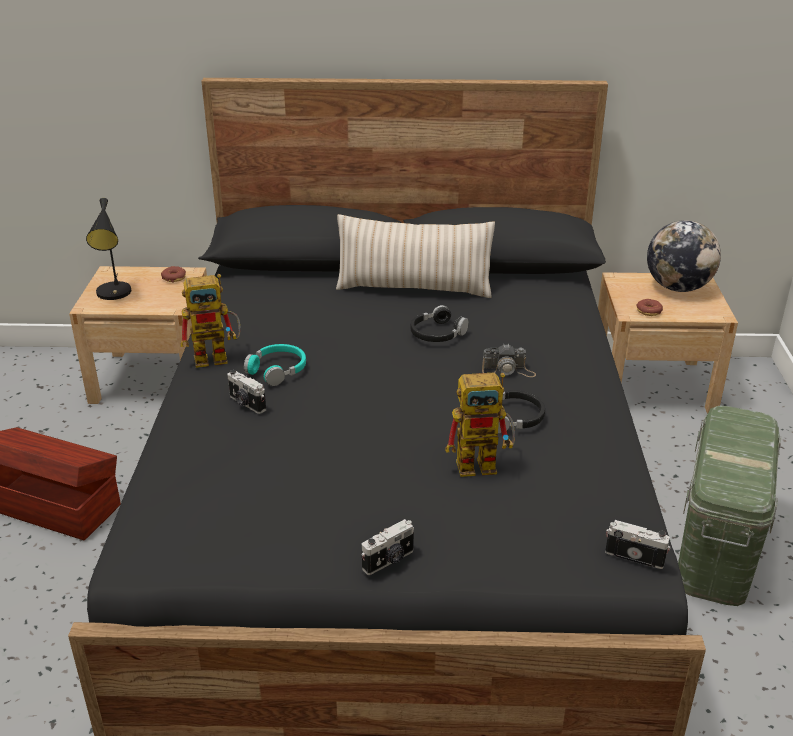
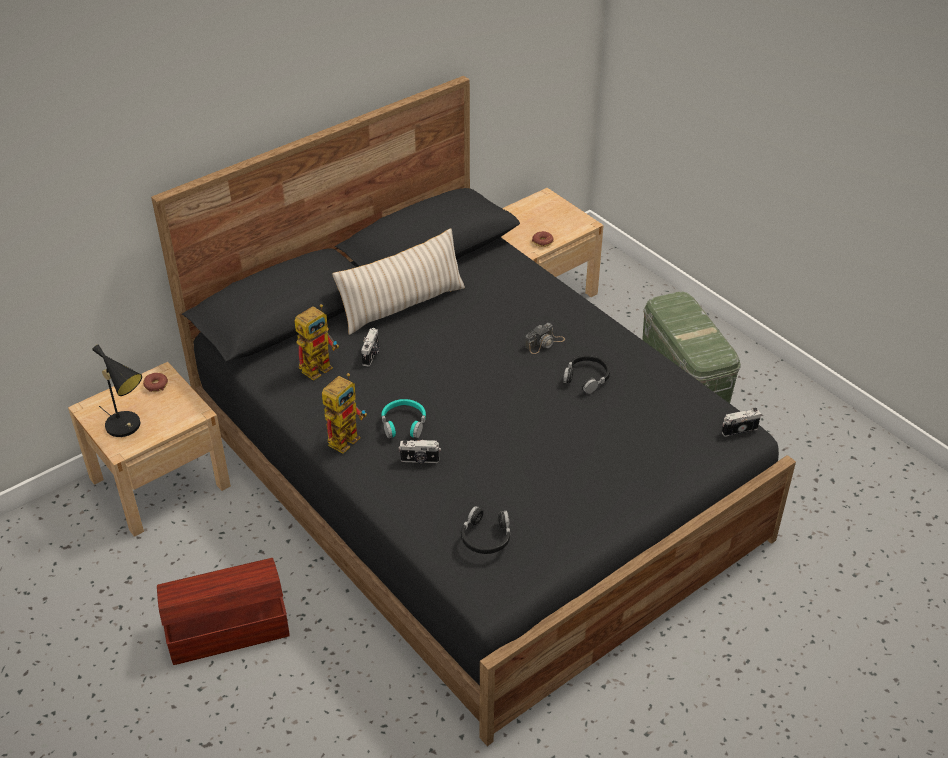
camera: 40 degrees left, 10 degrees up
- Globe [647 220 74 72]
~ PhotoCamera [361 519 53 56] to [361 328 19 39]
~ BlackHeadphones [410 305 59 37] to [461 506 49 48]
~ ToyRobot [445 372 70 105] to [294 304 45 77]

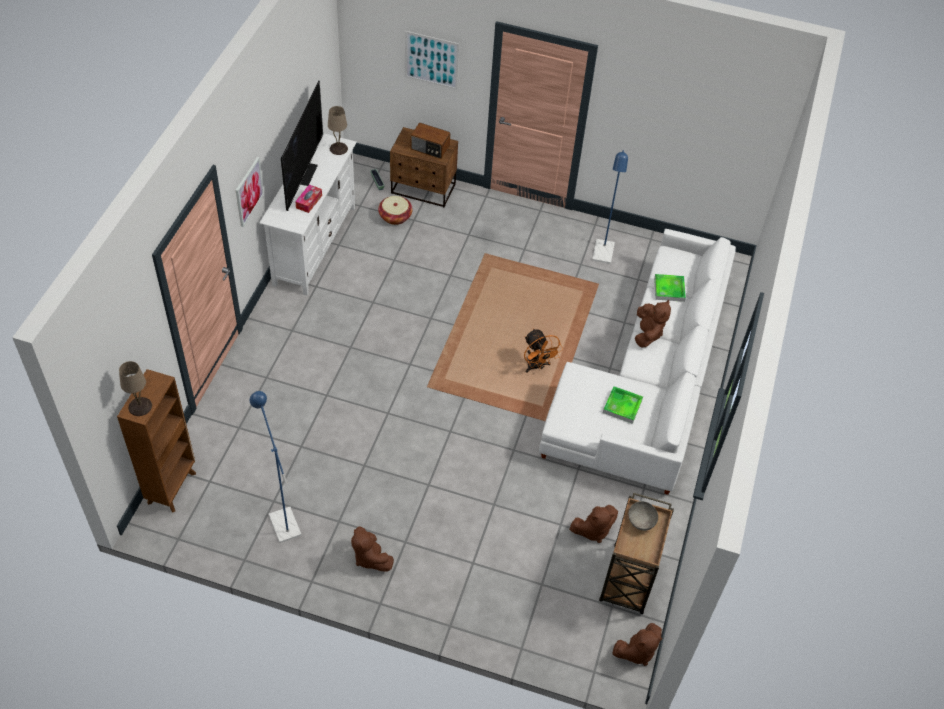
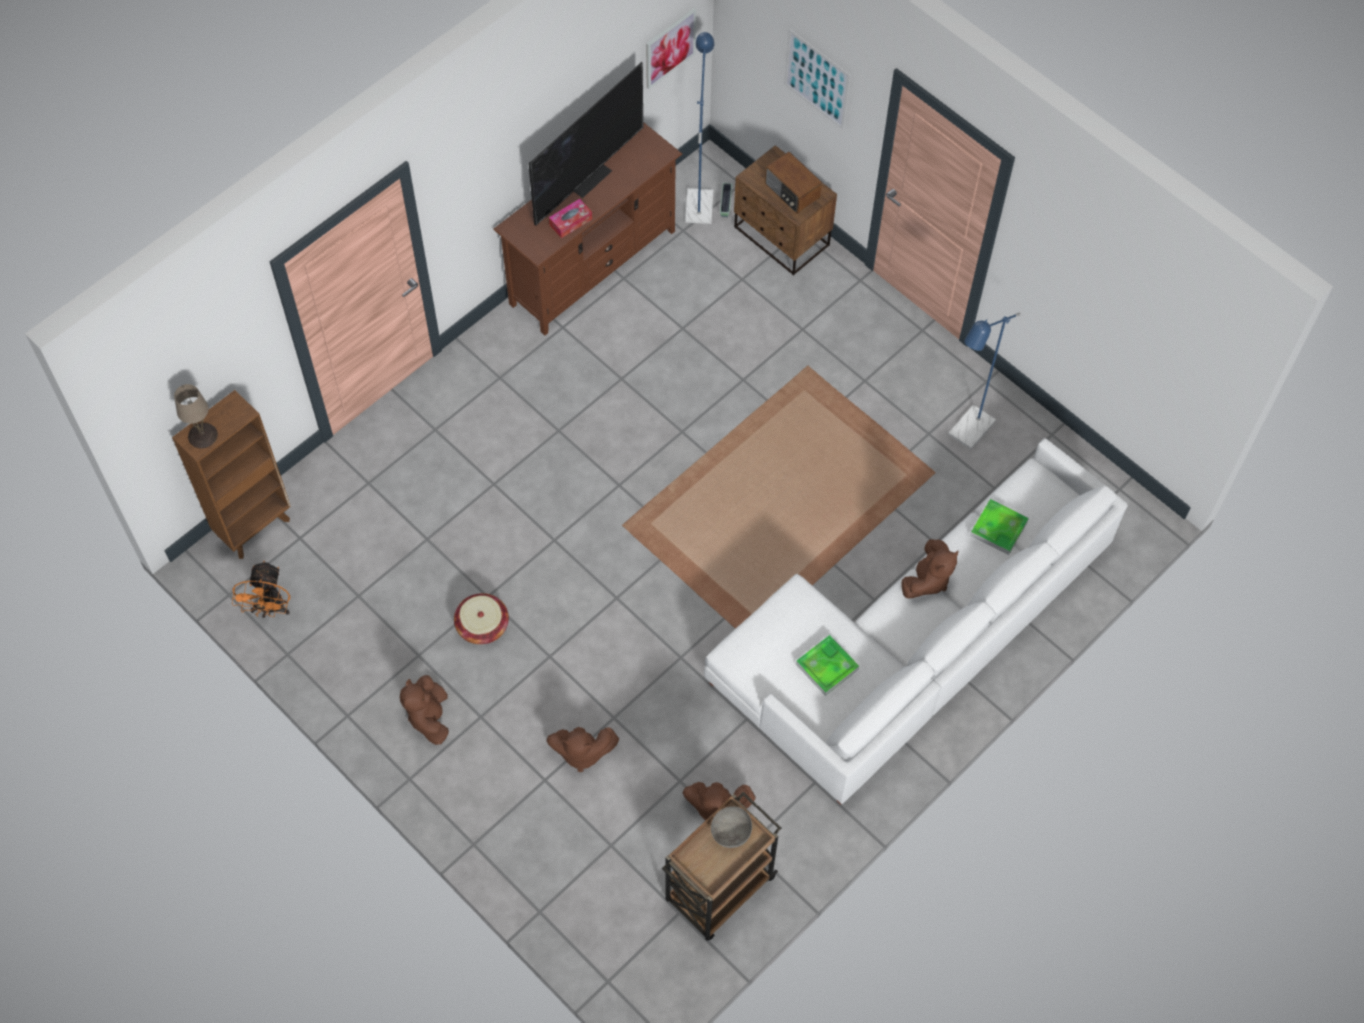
camera: 30 degrees right, 10 degrees up
- BeigeTableLamp [328 106 20 49]
~ Picture [236 157 28 70] to [646 8 50 81]
~ BlueFloorLamp [250 391 51 152] to [685 32 29 192]
~ Basket [378 196 35 29] to [454 593 55 52]
~ OrangeFan [524 328 38 44] to [232 561 58 57]
~ BrownPlushToy [612 623 50 43] to [546 727 73 45]
~ WhiteTvStand [259 133 98 162] to BrownTvStand [493 122 189 213]

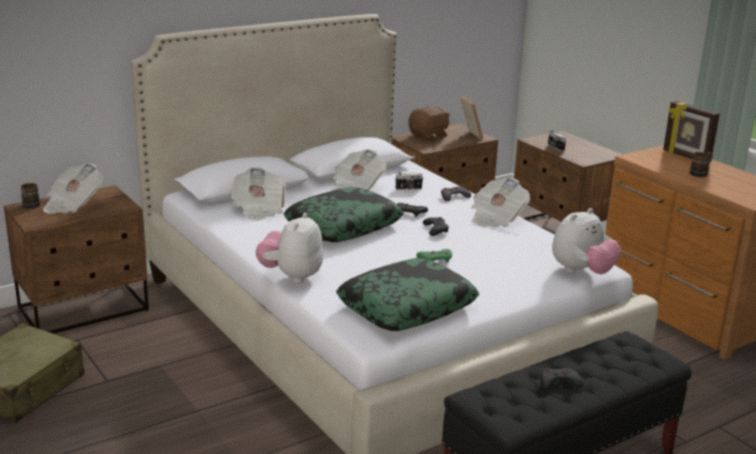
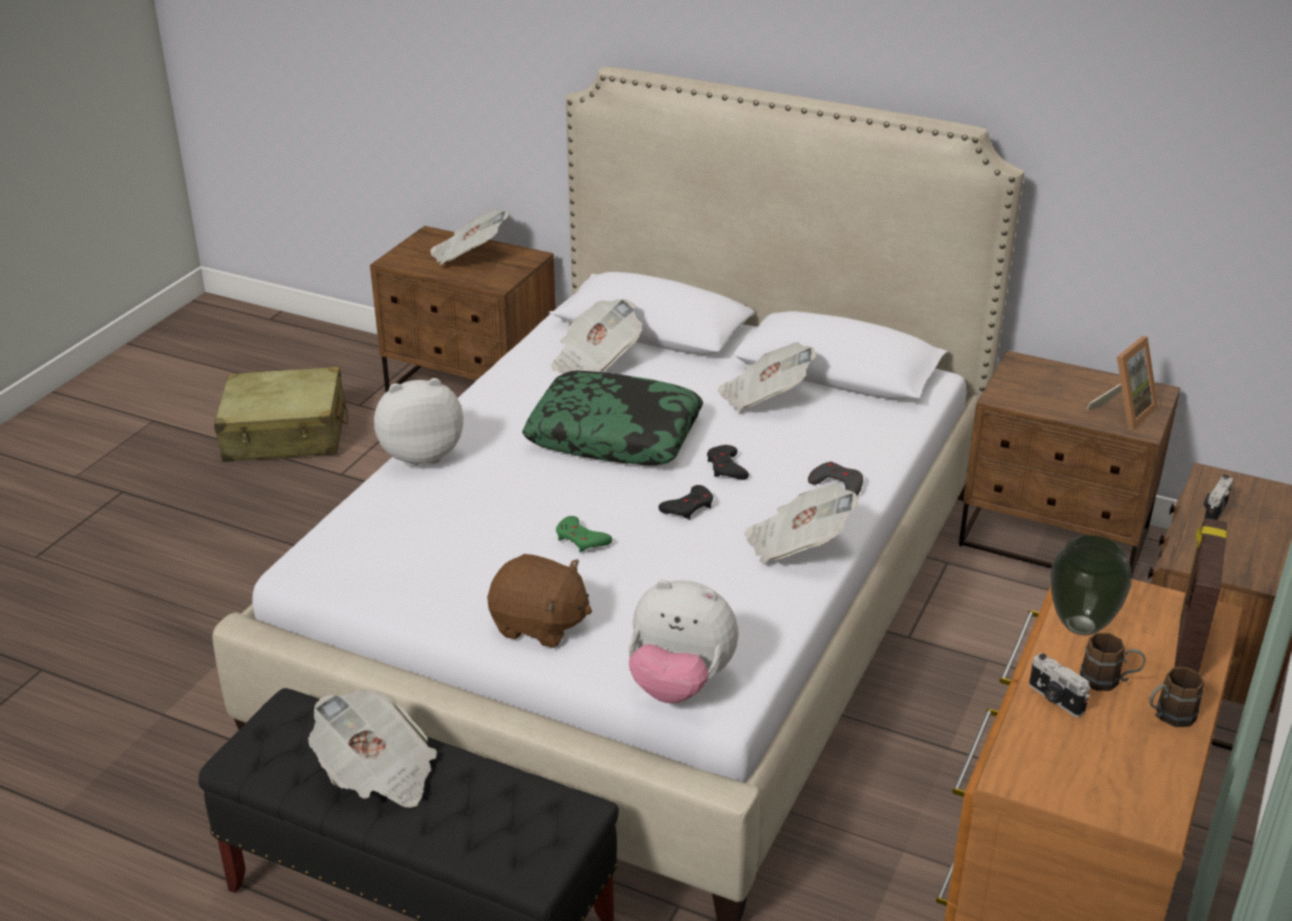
camera: 60 degrees right, 10 degrees up
- Pillow [336 258 143 73]
+ Vase [1051 535 81 100]
~ BrownMug [21 183 19 26] to [1150 667 54 60]
~ PhotoCamera [395 172 28 18] to [1029 653 61 64]
~ BrownPlushToy [408 106 42 35] to [487 554 105 94]
~ BlackGameController [541 368 42 22] to Newspaper [308 689 129 119]

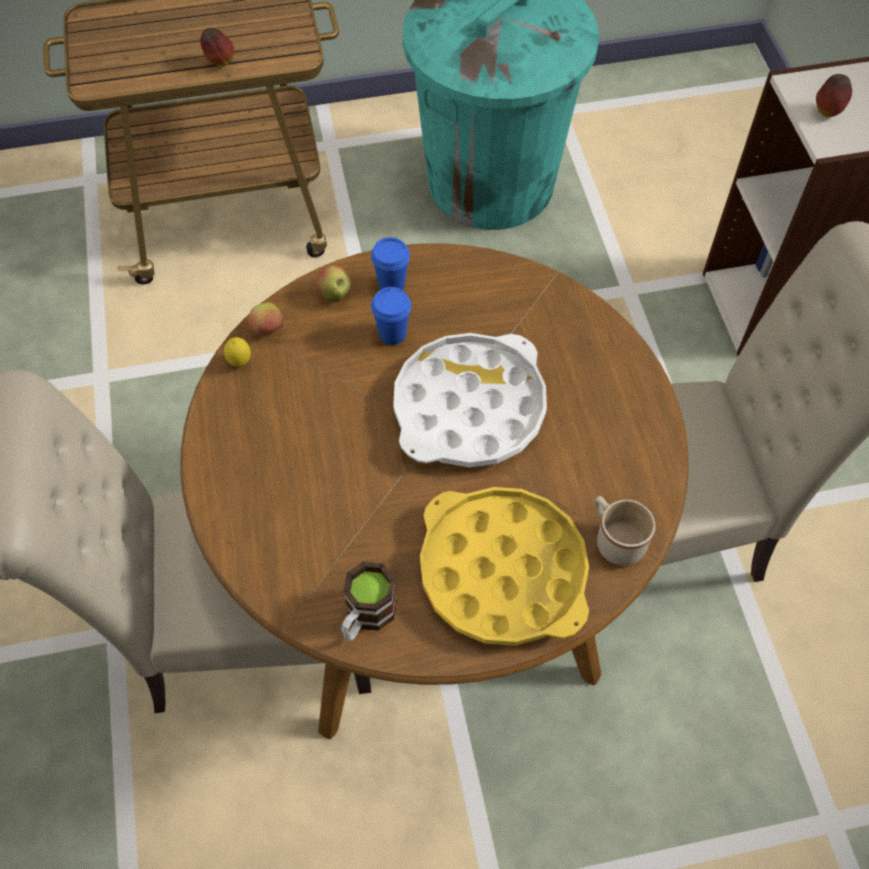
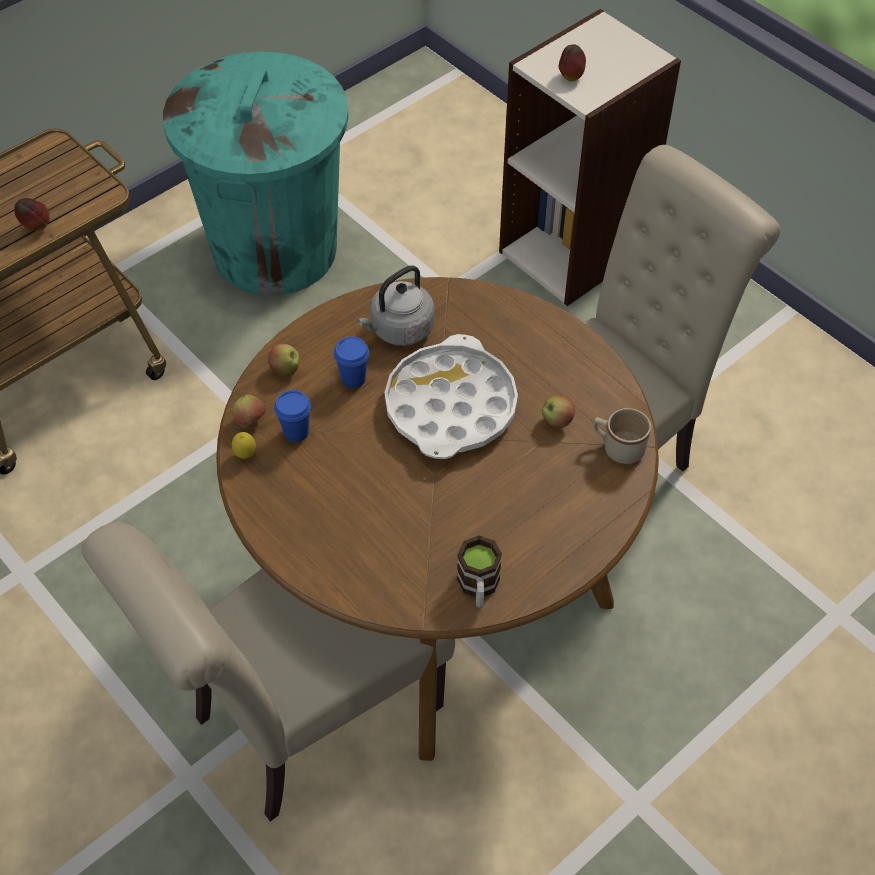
camera: 30 degrees left, 5 degrees down
- YellowTray [420 487 169 159]
+ GreyKettle [357 265 78 81]
+ Apple [542 395 33 33]
~ BlueCup [371 237 39 53] to [274 390 37 52]

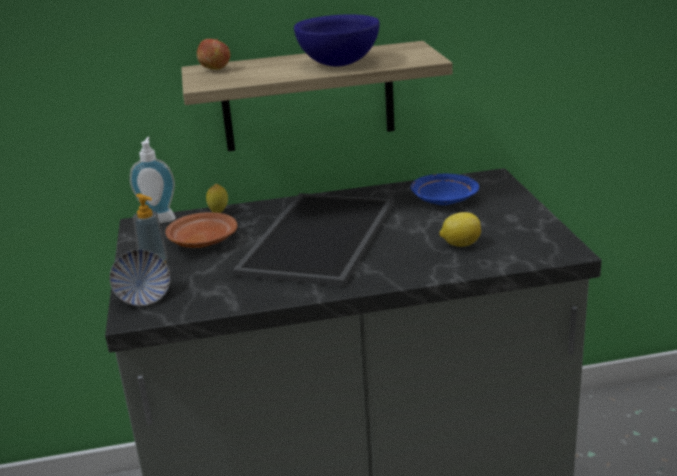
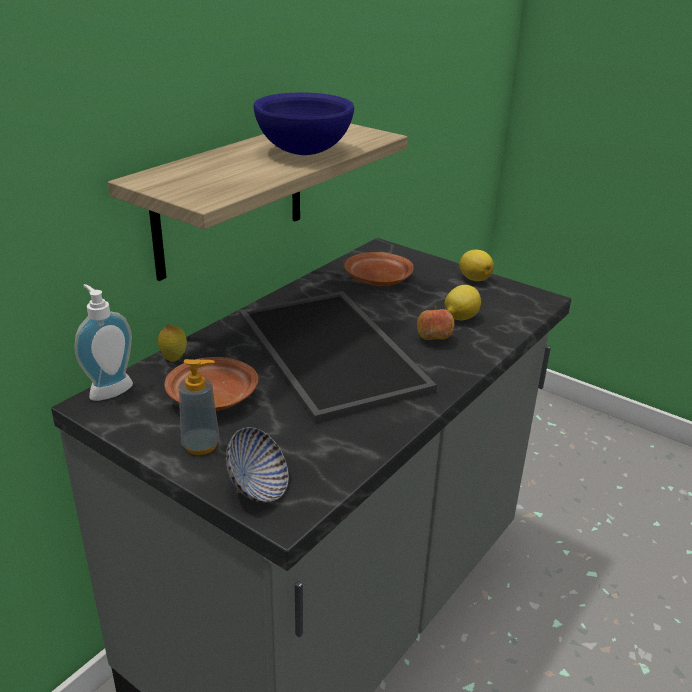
camera: 45 degrees left, 5 degrees up
+ Lemon [460 250 34 31]
~ Apple [197 38 33 32] to [417 306 38 34]
~ BluePlate [411 174 68 31] to BrownPlate [344 252 70 34]

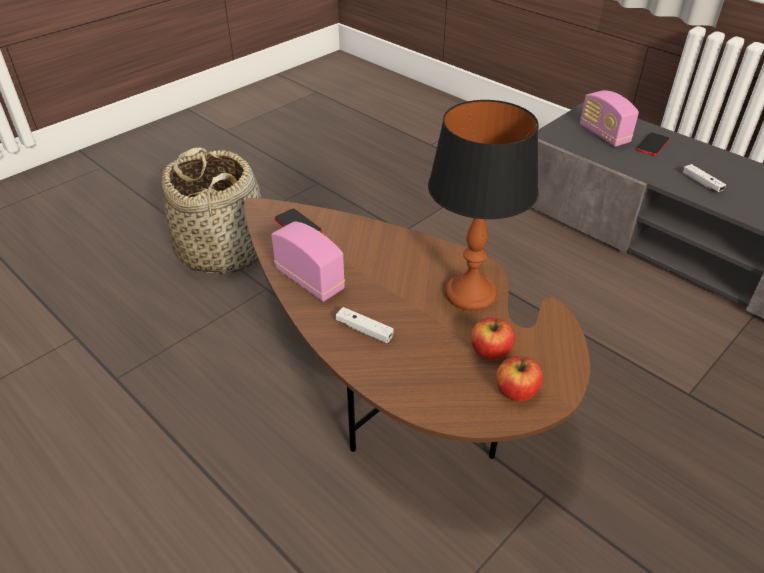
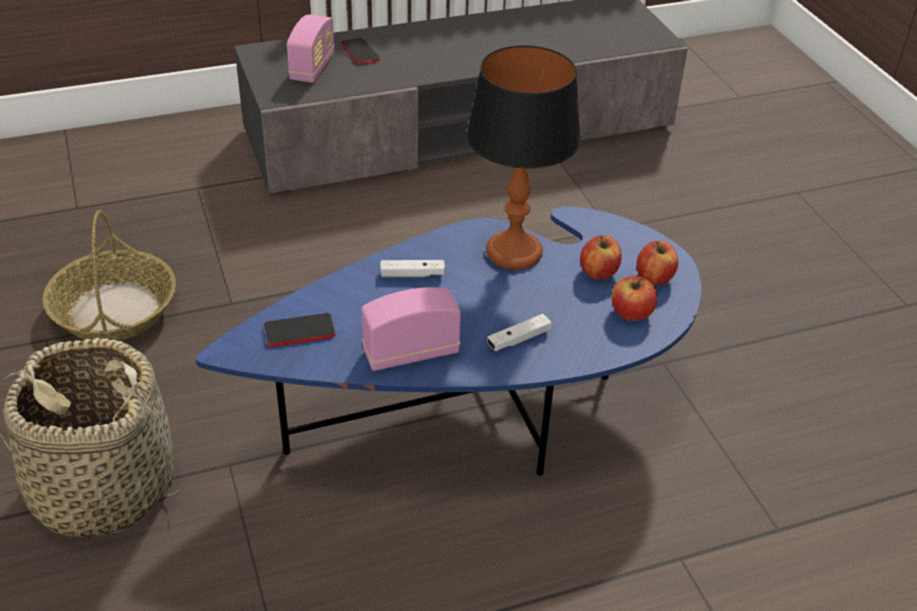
camera: 65 degrees left, 0 degrees up
+ Basket [43 210 133 131]
+ Apple [612 276 46 45]
~ WhiteGameController [683 164 43 28] to [380 260 65 17]
~ BrownCoffeeTable [244 198 346 261] to BlueCoffeeTable [195 207 507 269]
~ Radio [580 90 59 57] = [287 14 48 69] 75 degrees counterclockwise

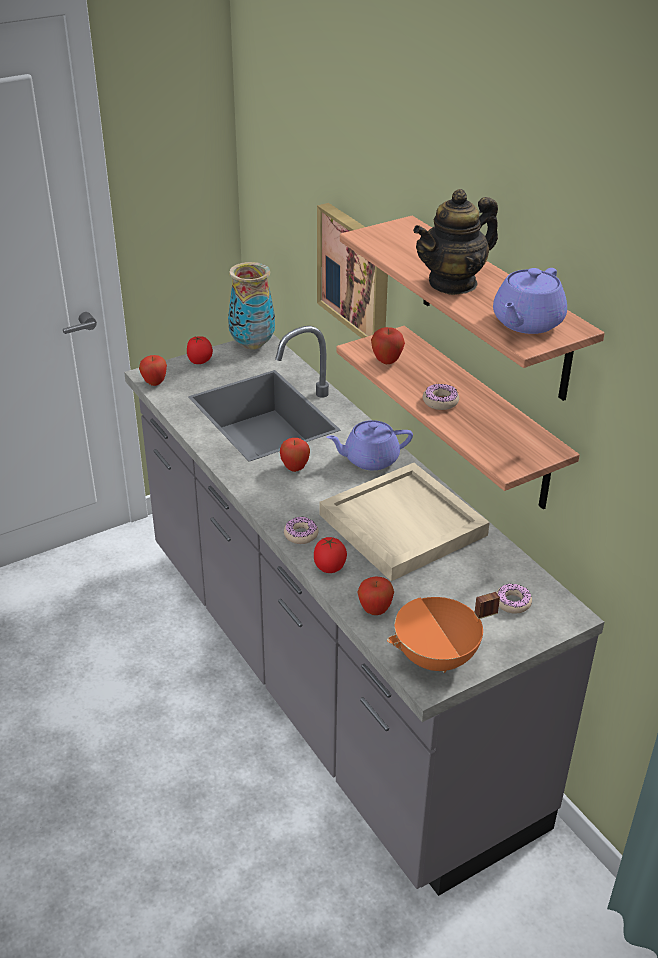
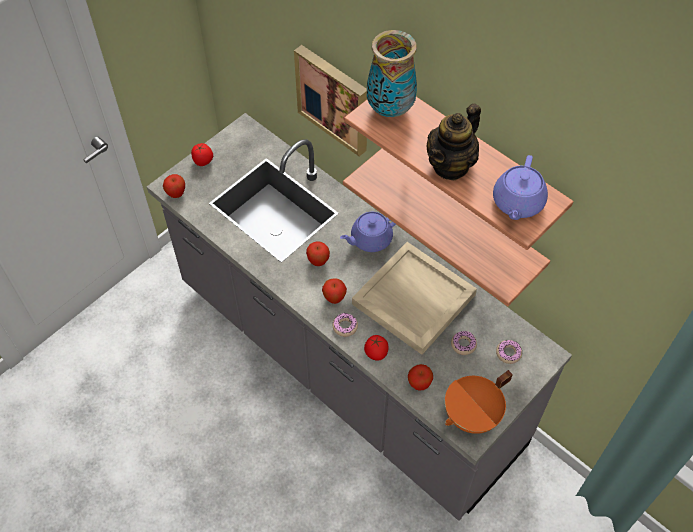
camera: 15 degrees left, 20 degrees up
~ Vase [228 262 47 87] to [367 30 50 87]
~ Apple [371 327 34 37] to [322 278 25 26]
~ Donut [423 384 36 26] to [451 331 26 24]

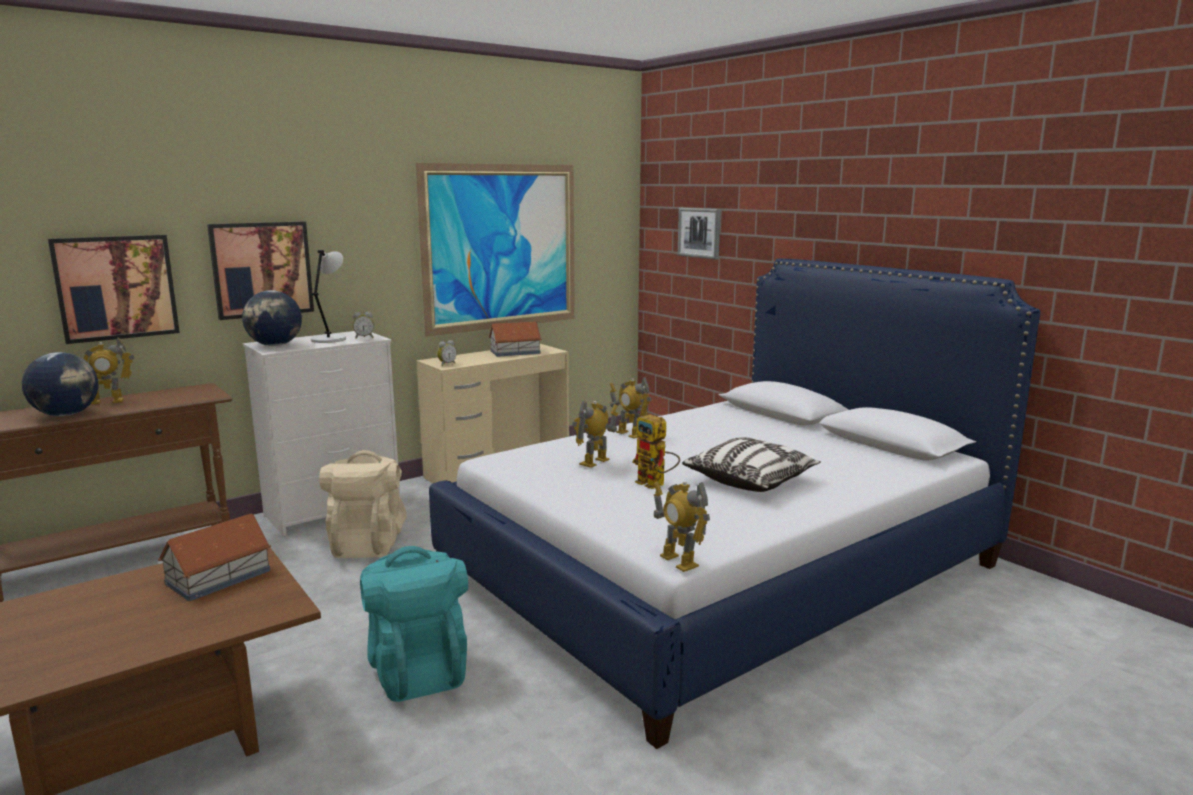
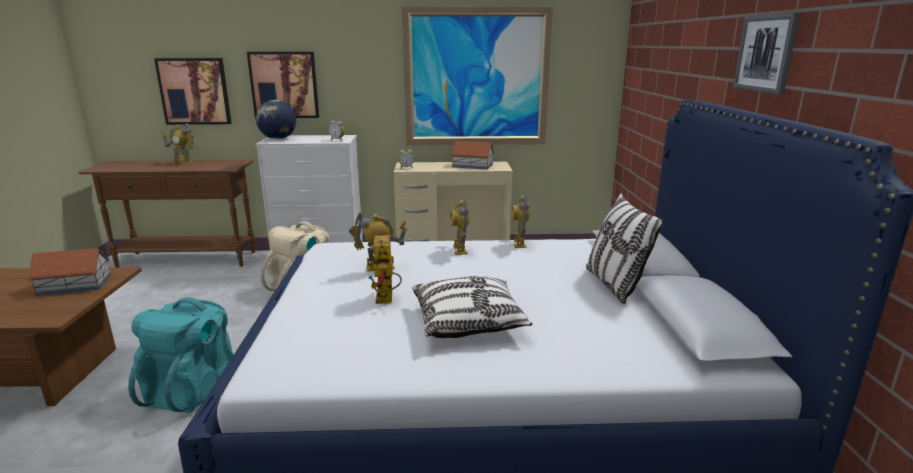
camera: 35 degrees right, 5 degrees up
- Globe [22 352 77 64]
- GreyTableLamp [311 250 35 93]
+ Pillow [586 193 78 111]
~ ToyRobot [654 481 56 91] to [512 196 18 52]
~ Picture [678 208 43 52] to [733 13 67 82]

